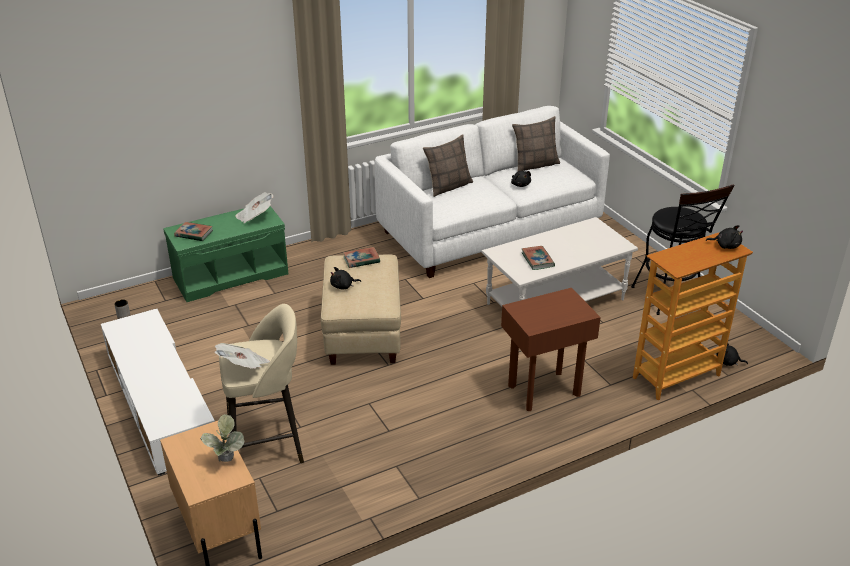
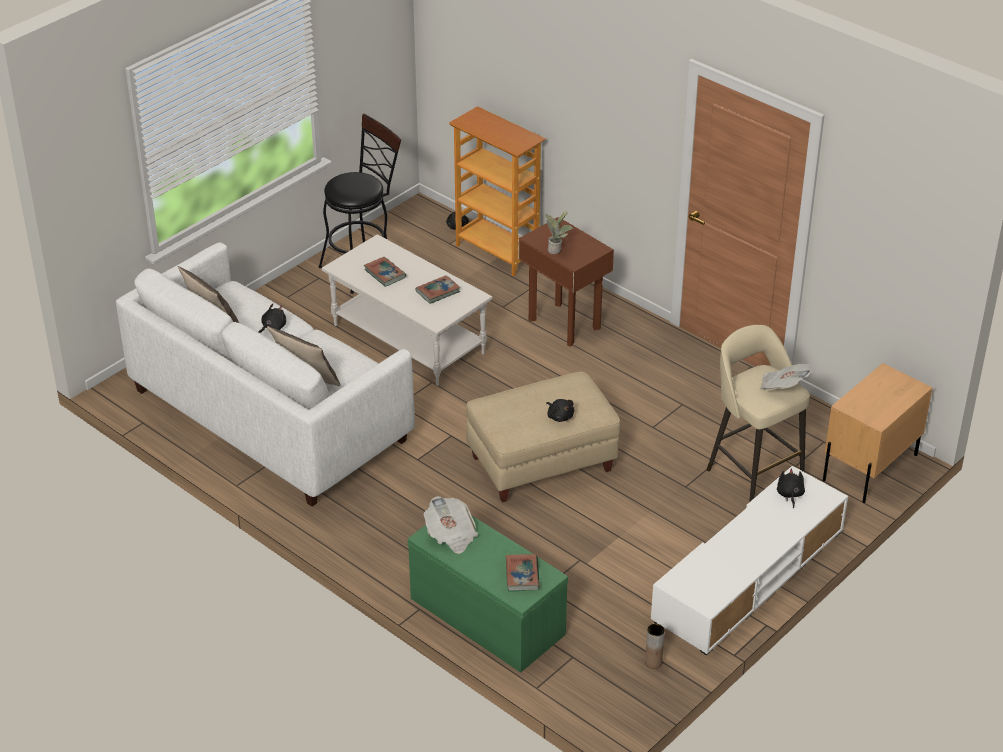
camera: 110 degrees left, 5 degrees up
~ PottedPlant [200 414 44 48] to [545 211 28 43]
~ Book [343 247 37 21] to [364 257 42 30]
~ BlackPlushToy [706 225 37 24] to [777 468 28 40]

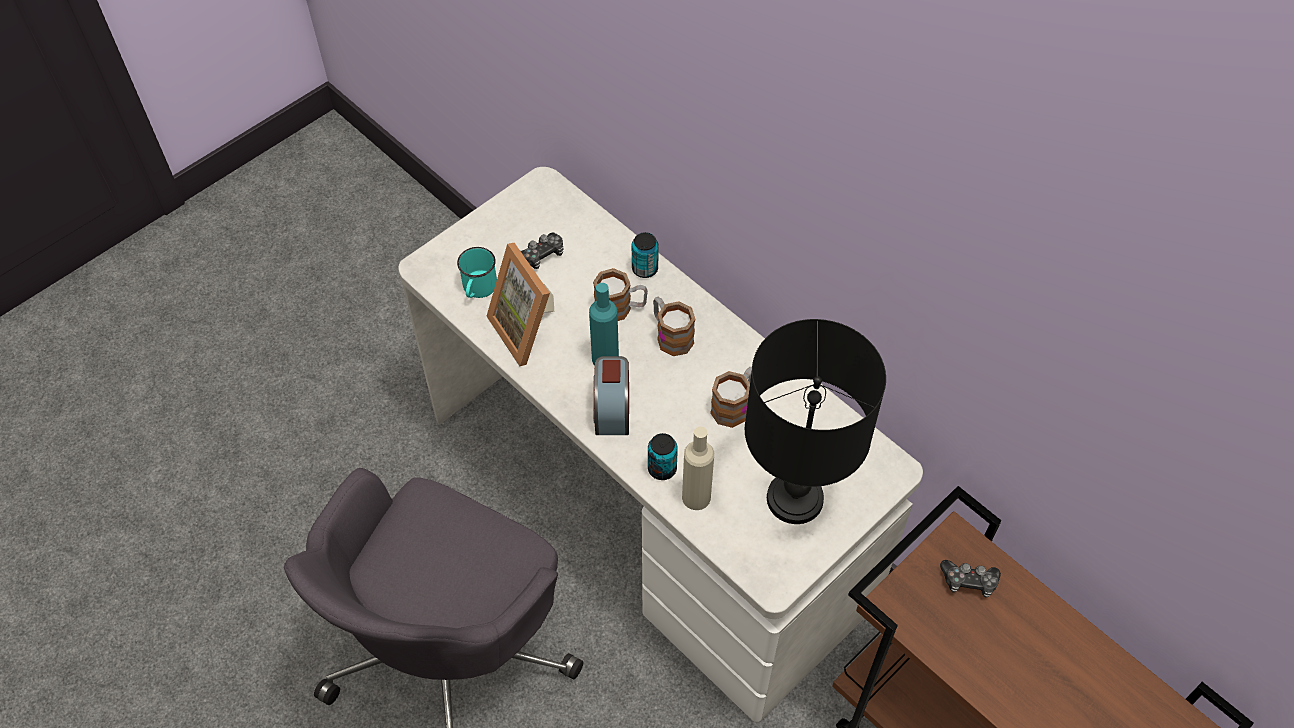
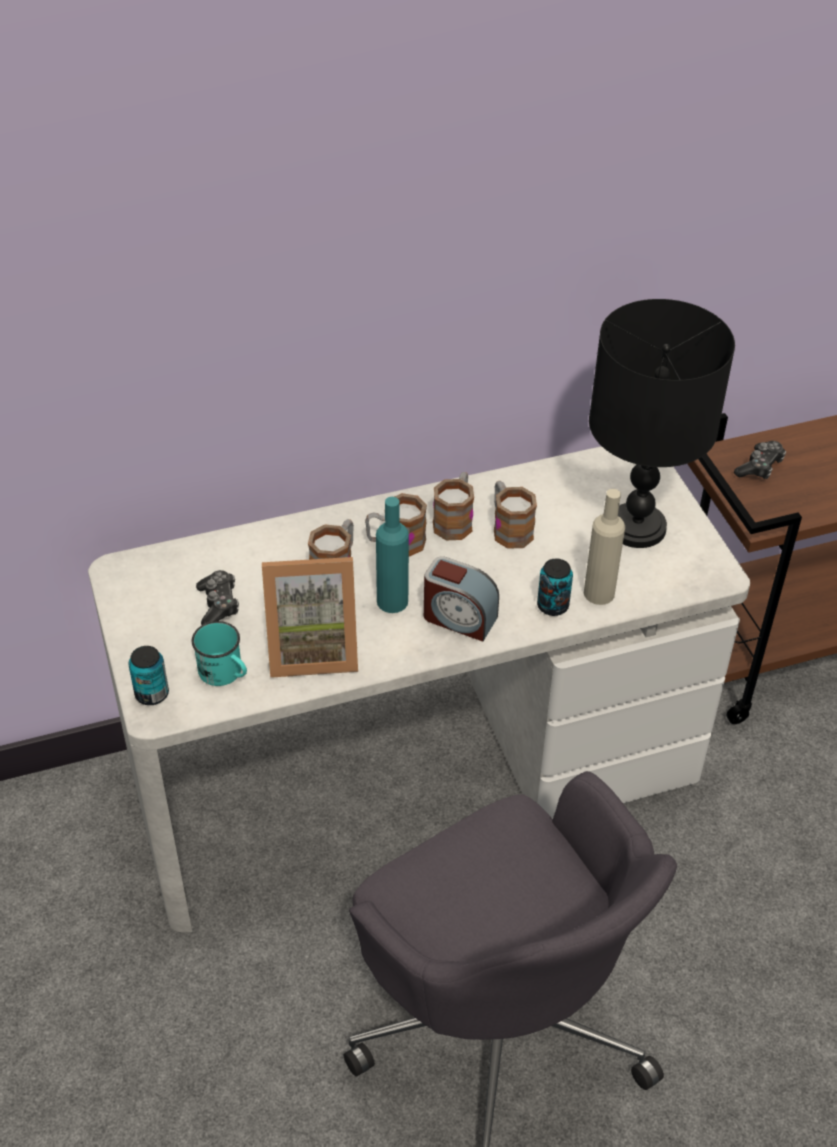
camera: 65 degrees left, 10 degrees down
+ Mug [433 472 41 69]
~ Can [632 232 27 46] to [128 646 41 59]

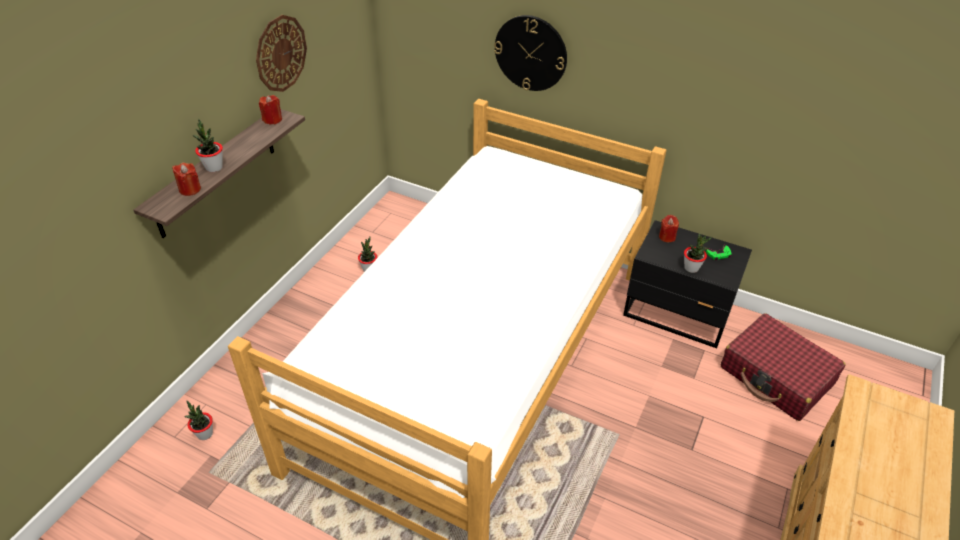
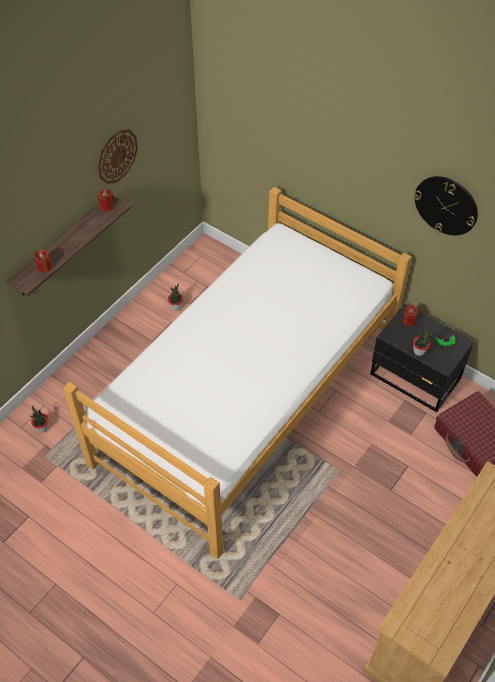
camera: 10 degrees right, 10 degrees up
- PottedPlant [192 119 31 53]
~ WallClock [494 15 73 76] to [414 176 64 59]

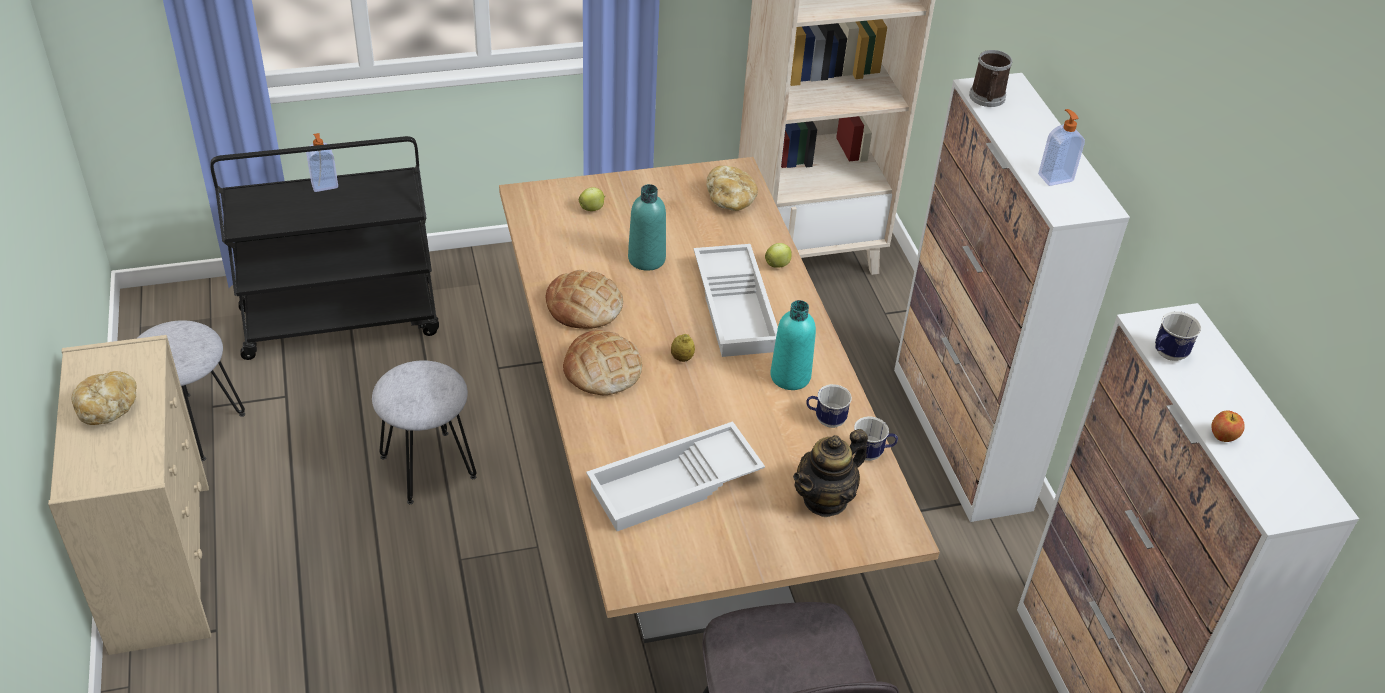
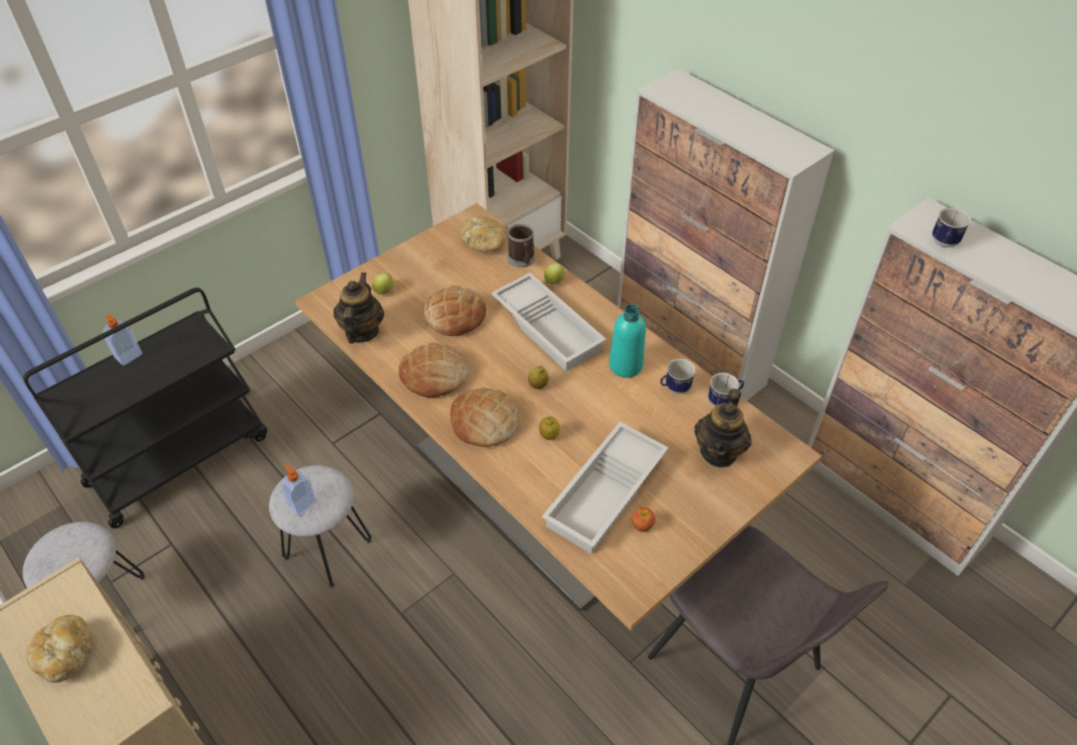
camera: 25 degrees left, 5 degrees up
+ Teapot [333 272 51 71]
+ Lemon [539 416 21 24]
~ Mug [969 50 43 57] to [507 224 28 44]
~ SoapDispenser [1038 109 47 77] to [281 465 36 52]
~ Apple [1211 410 34 32] to [632 507 24 25]
~ TurquoiseBottle [628 184 38 87] to Bread [424 285 62 51]

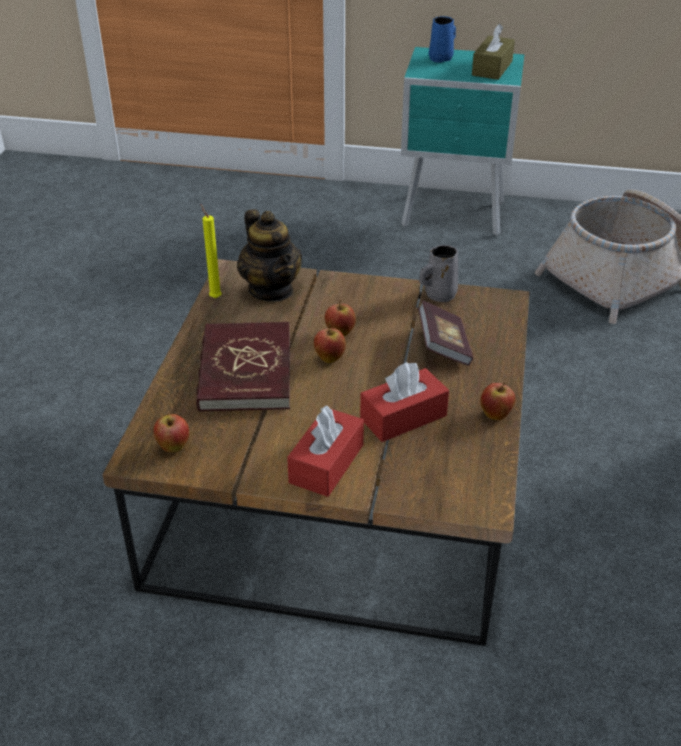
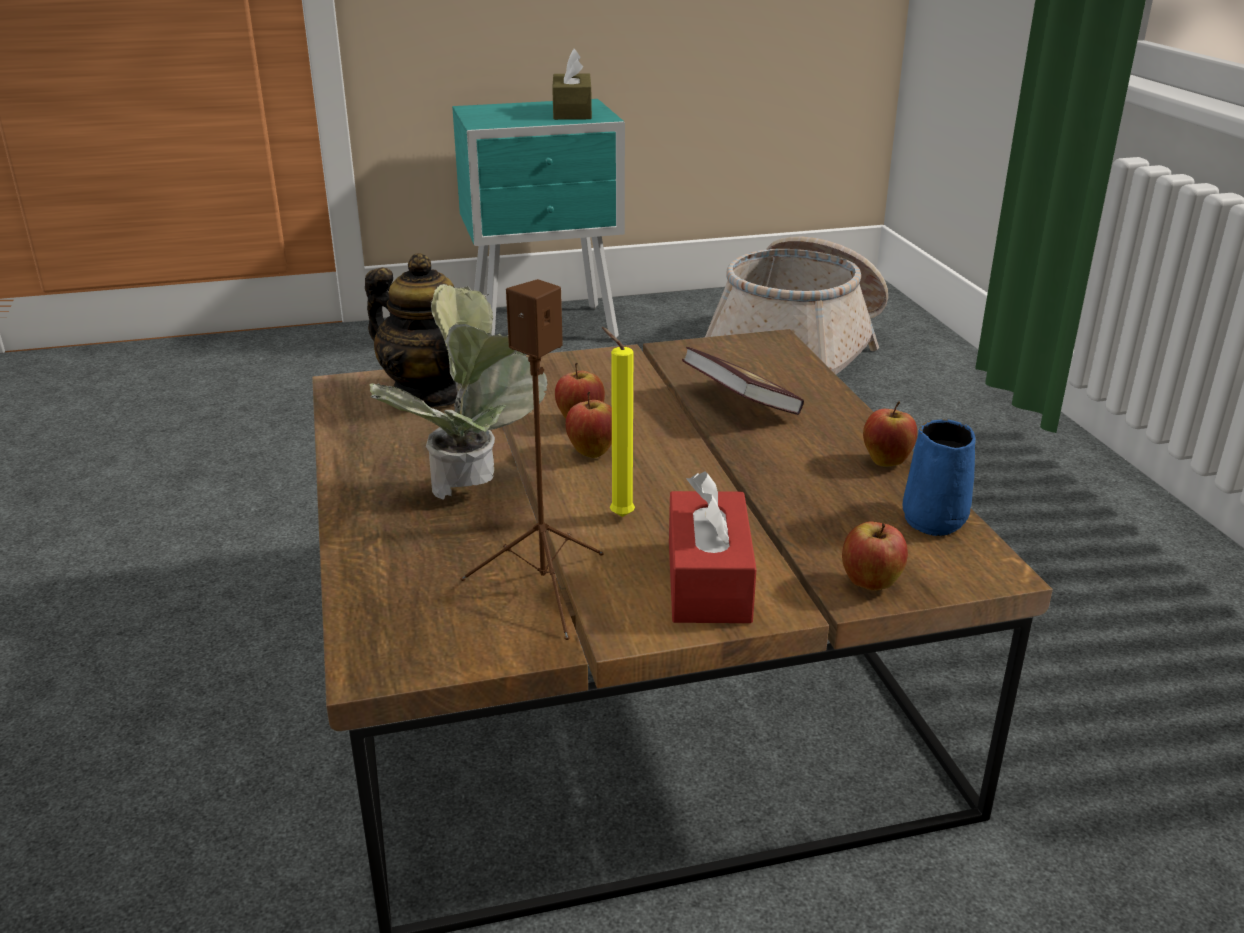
camera: 25 degrees left, 10 degrees down
- RedTissueBox [360 362 89 80]
- GreyMug [419 245 39 57]
+ BrownSpeaker [461 279 142 361]
~ Apple [153 414 36 38] to [842 521 66 70]
~ YellowCandle [201 204 21 94] to [602 327 33 190]
~ BlueMug [429 16 27 47] to [903 419 73 117]
~ RedBook [196 322 94 90] to PottedPlant [369 284 178 216]

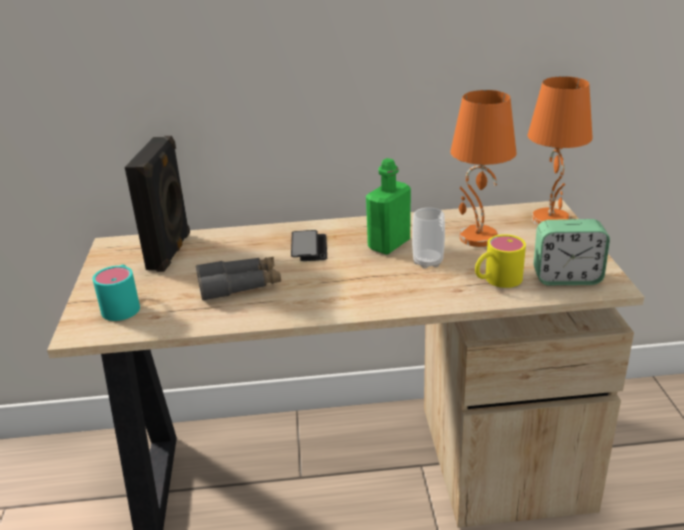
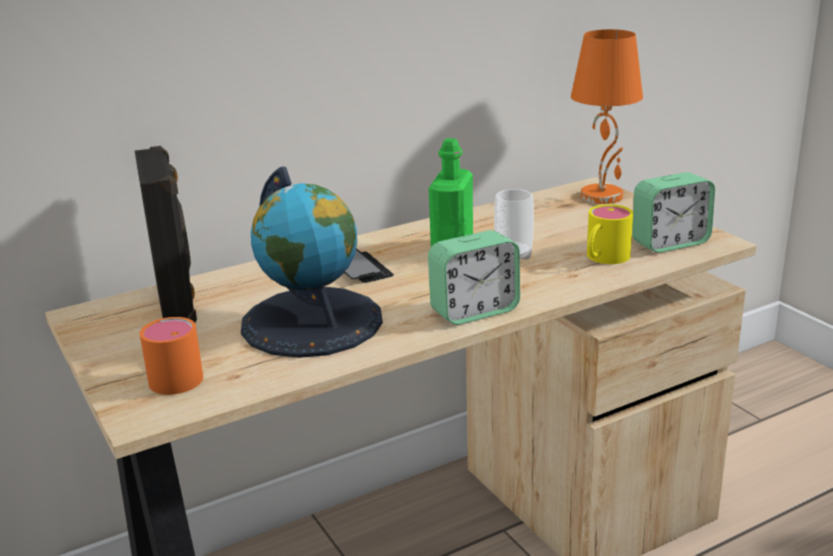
camera: 25 degrees left, 5 degrees down
- OrangeTableLamp [450 90 67 157]
+ AlarmClock [428 230 92 95]
~ GreyBinoculars [196 257 85 43] to Globe [241 167 142 191]
~ TurquoiseMug [92 265 48 56] to OrangeMug [140 317 63 78]

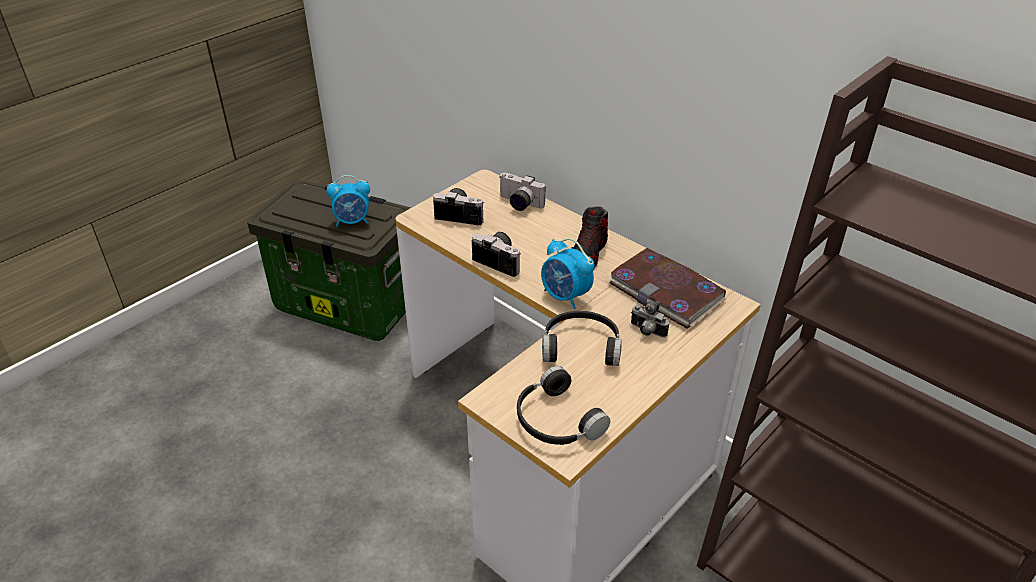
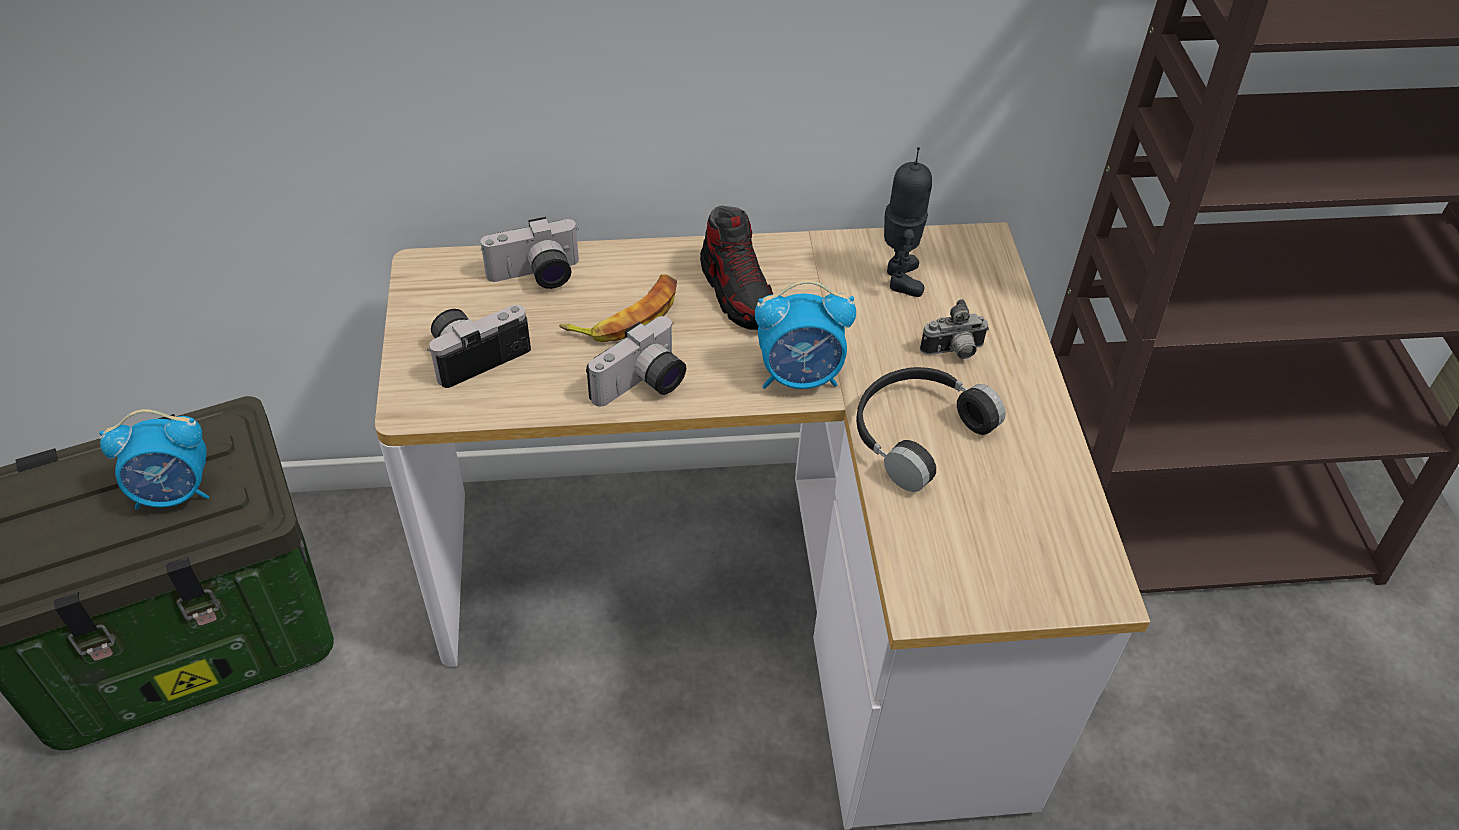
camera: 50 degrees left, 10 degrees up
- BlackHeadphones [517 366 93 79]
+ Banana [559 274 118 68]
~ Book [608 248 118 80] to ToyRobot [884 147 48 150]
~ AlarmClock [327 175 43 52] = [99 409 110 101] 45 degrees clockwise
~ PhotoCamera [472 232 49 45] = [586 316 100 91] 150 degrees clockwise

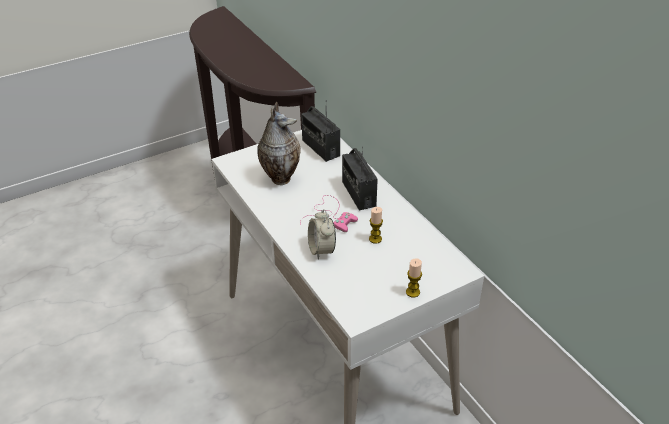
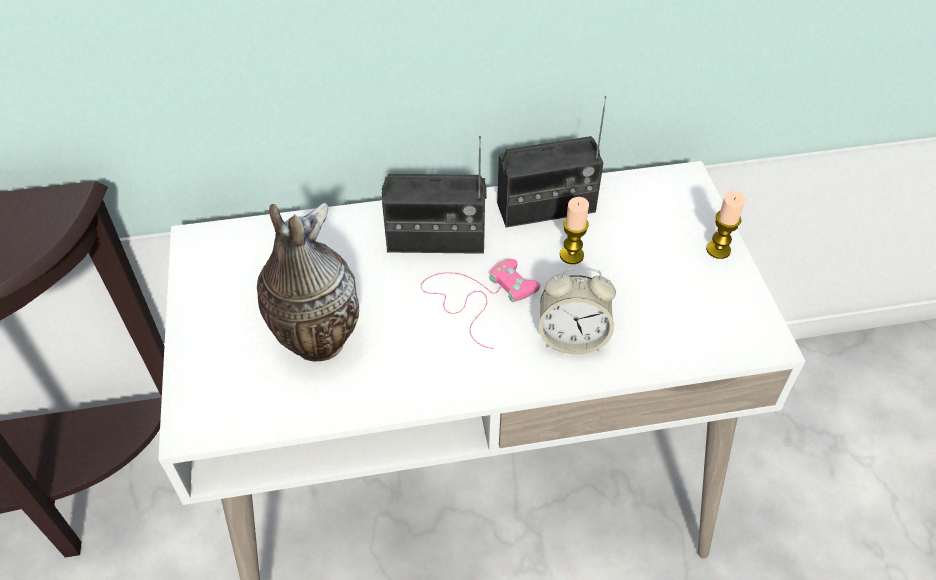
camera: 70 degrees left, 10 degrees up
~ Radio [301 106 39 56] to [497 96 110 131]

